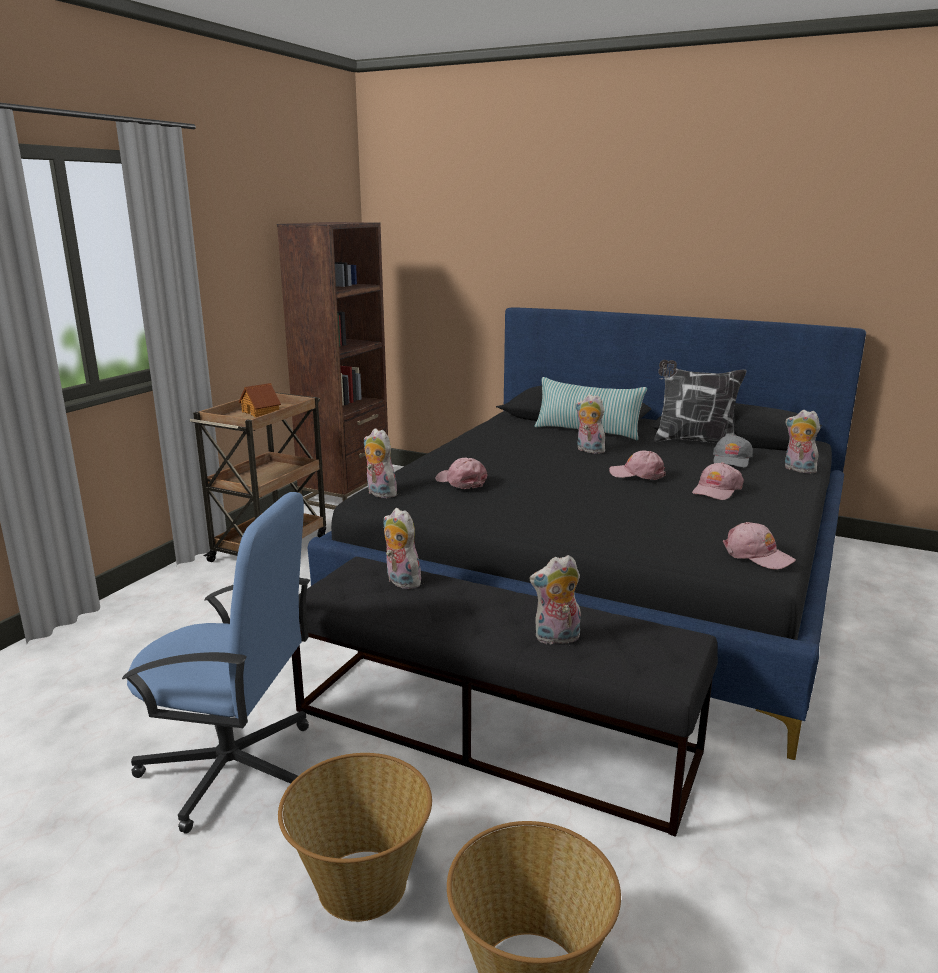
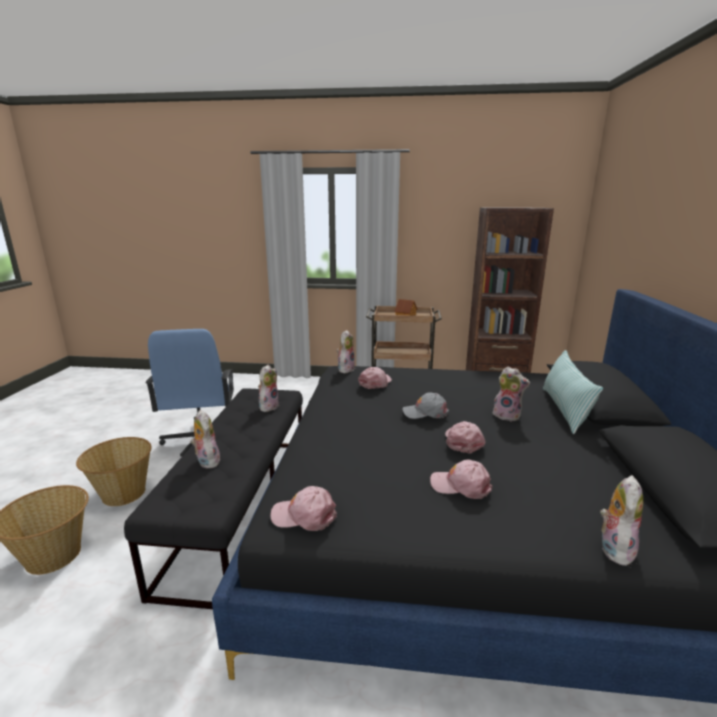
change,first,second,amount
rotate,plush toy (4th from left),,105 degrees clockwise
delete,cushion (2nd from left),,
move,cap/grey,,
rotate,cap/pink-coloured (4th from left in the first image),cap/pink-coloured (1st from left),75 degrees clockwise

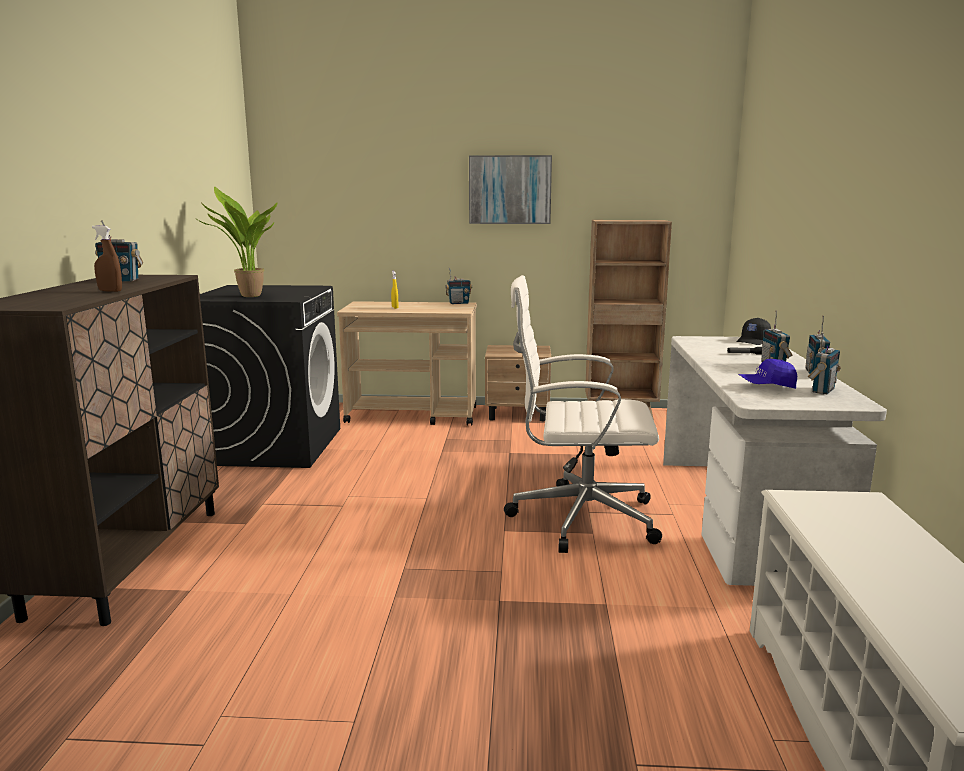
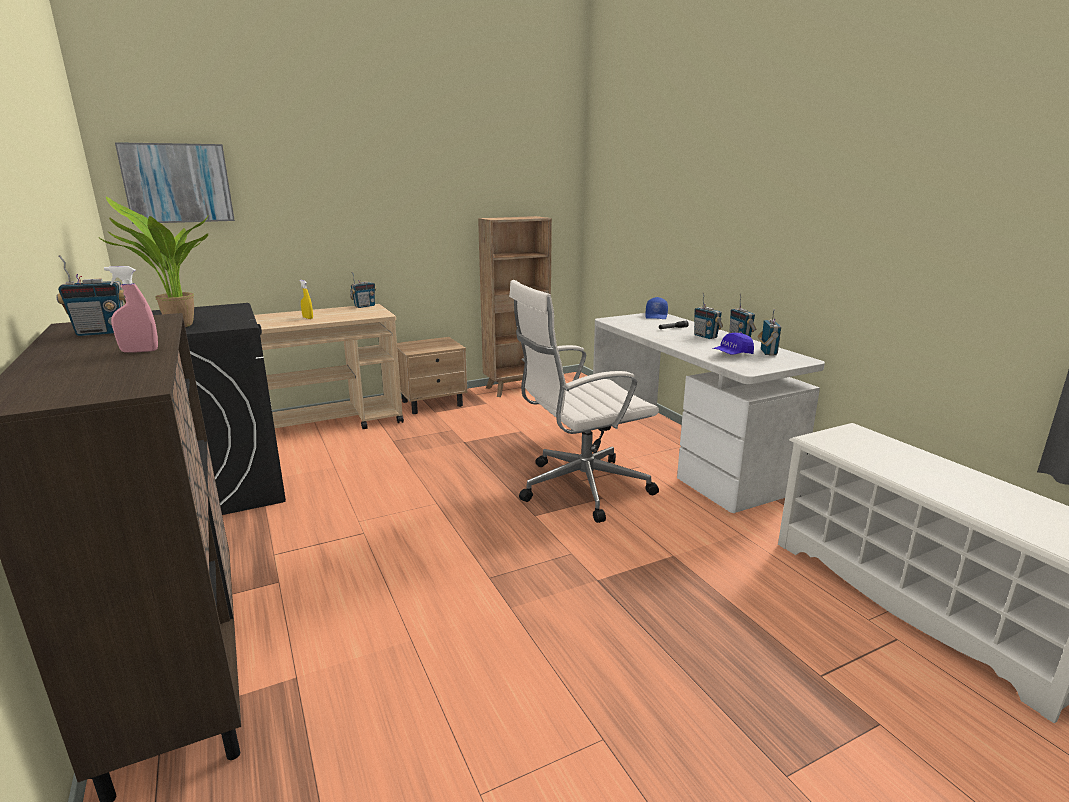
change,first,second,amount
recolor,hand sprayer/brown-coloured,hand sprayer/pink-coloured,
move,wall art,,
recolor,cap/black-coloured,cap/blue-coloured (1st from left),

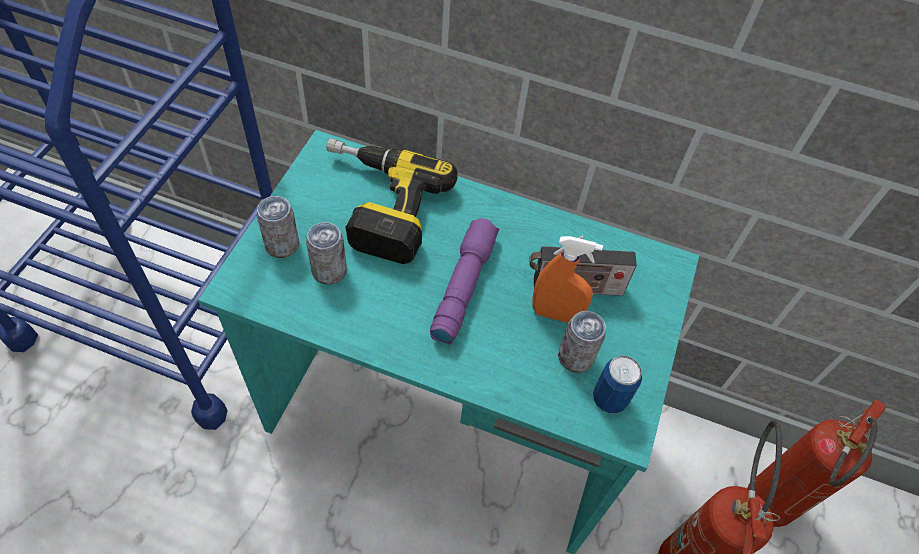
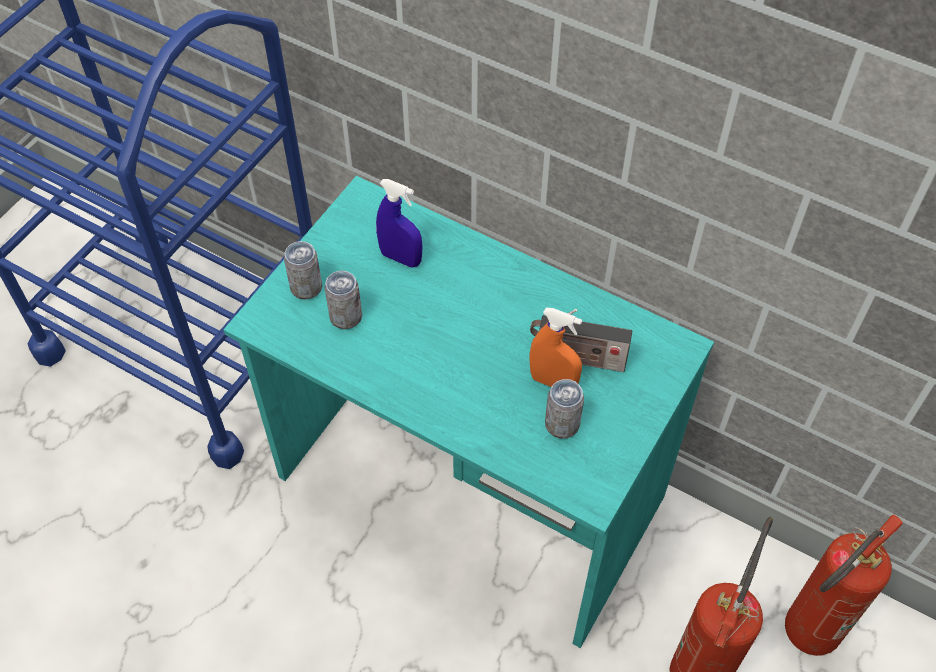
change,first,second,amount
replace,electric drill,hand sprayer/blue-coloured,
delete,flashlight/purple-coloured,,
delete,can (4th from left),,

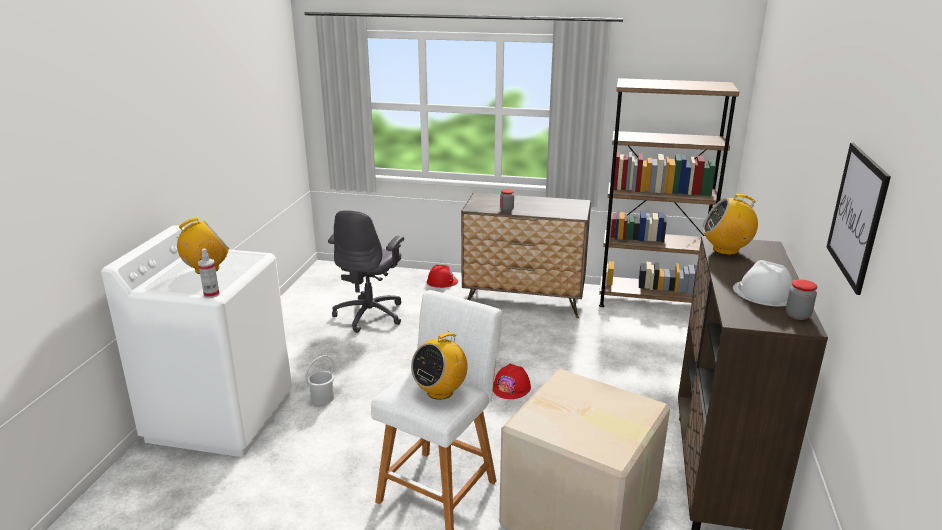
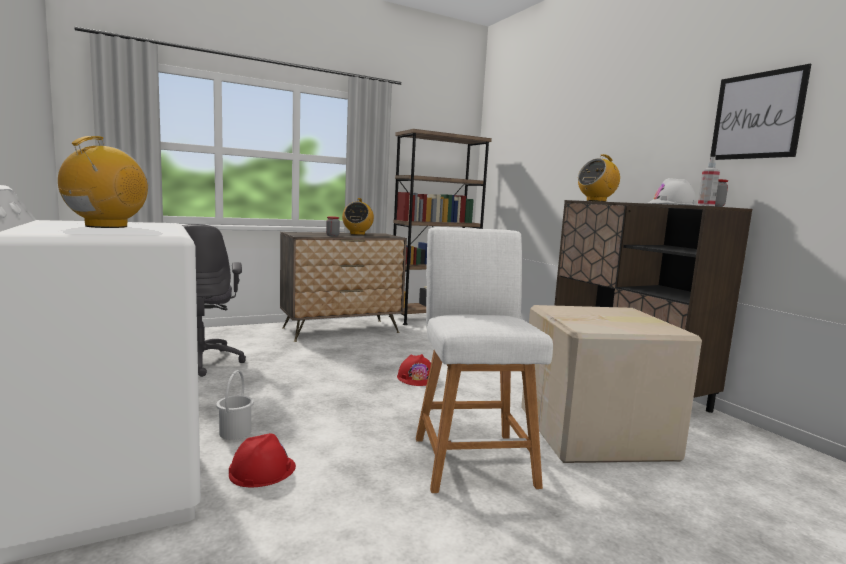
change,first,second,amount
move,hand sprayer,,
move,radio (2nd from left),,
move,safety helmet/red-coloured (1st from left),,

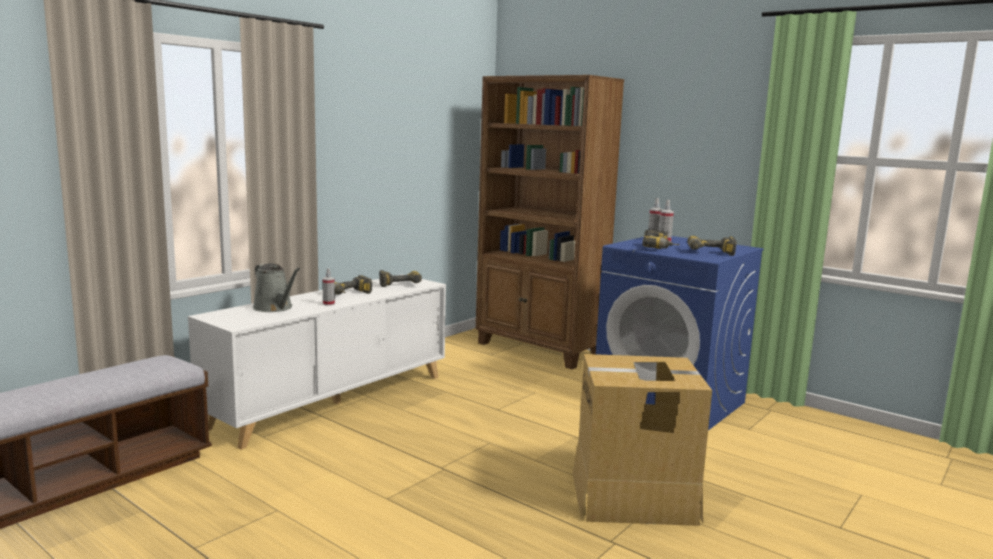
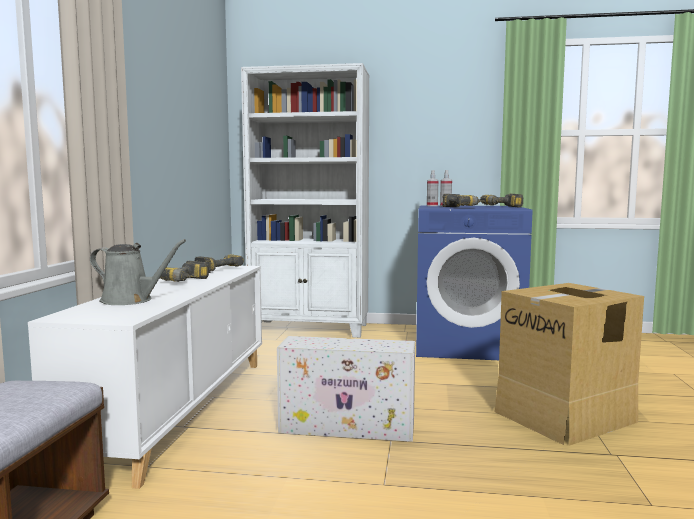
change,first,second,amount
delete,hand sprayer (1st from left),,
recolor,bookcase/brown-coloured,bookcase/whitish,
insert,,storage bin/whitish,

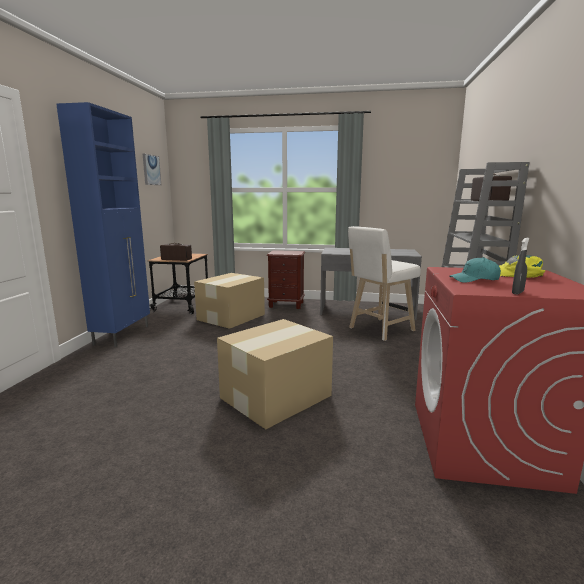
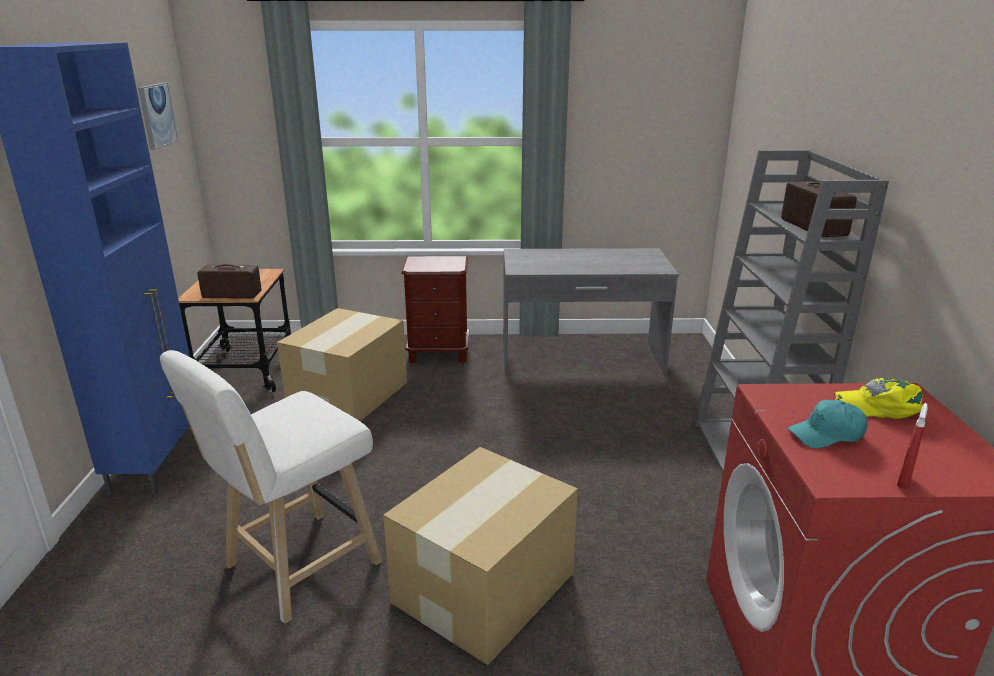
change,first,second,amount
move,stool seat/whitish,,
recolor,hand sprayer/grey,hand sprayer/red-coloured,

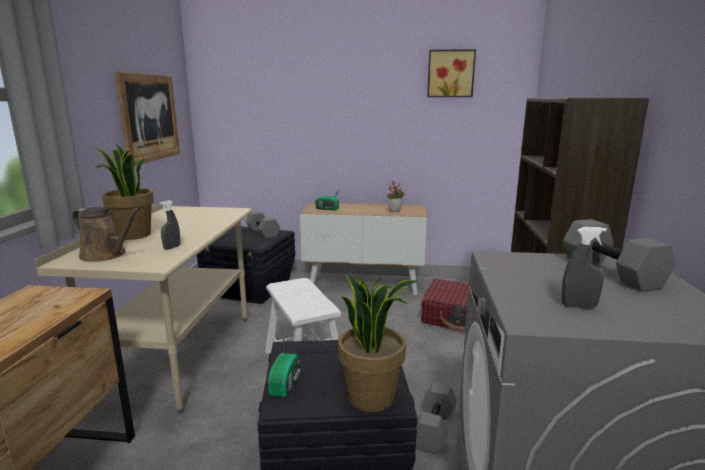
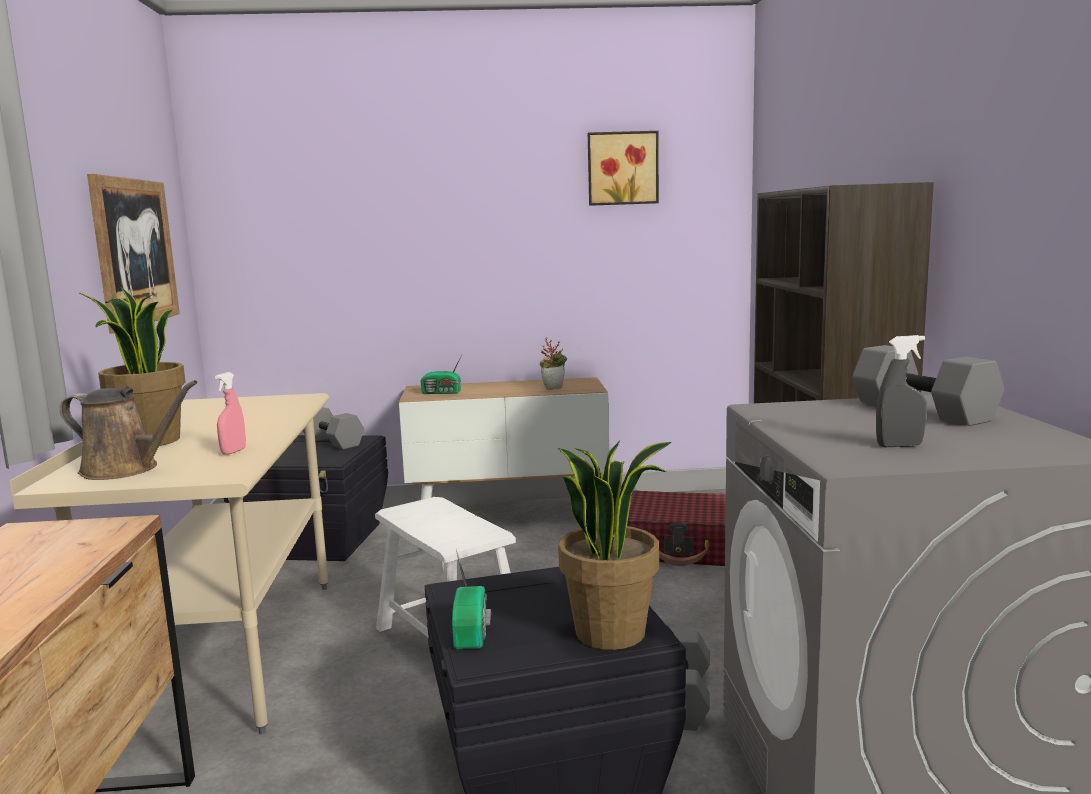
change,first,second,amount
recolor,hand sprayer/grey (1st from left),hand sprayer/pink-coloured,

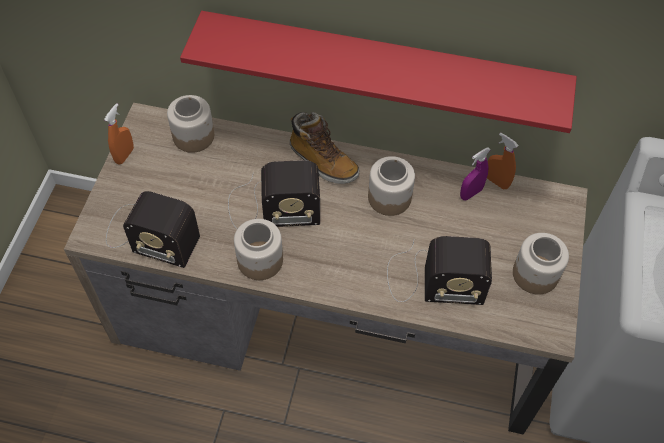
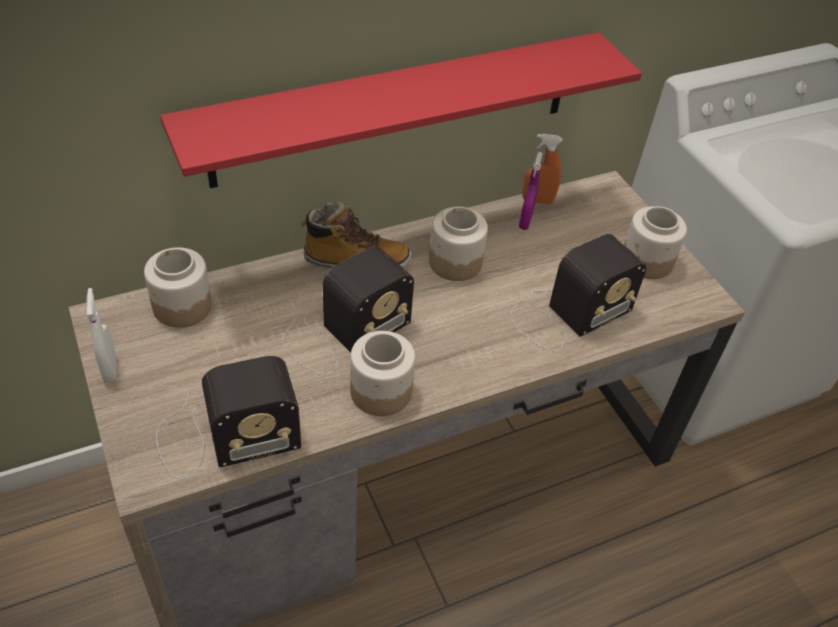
change,first,second,amount
recolor,hand sprayer/orange (1st from left),hand sprayer/whitish,

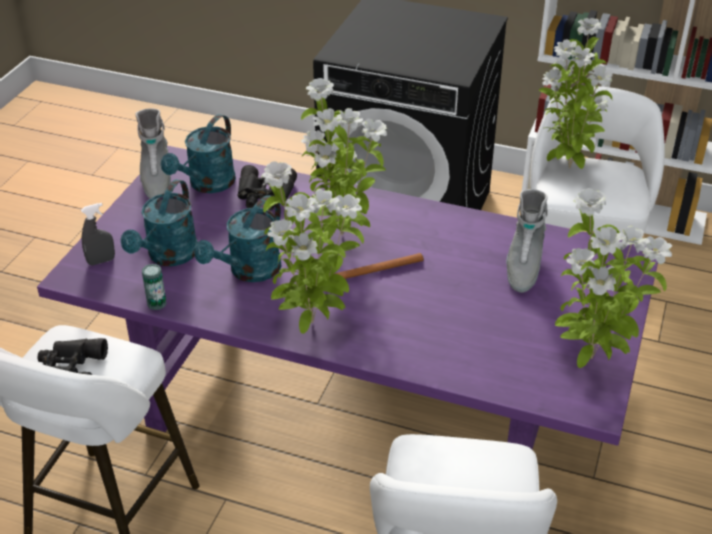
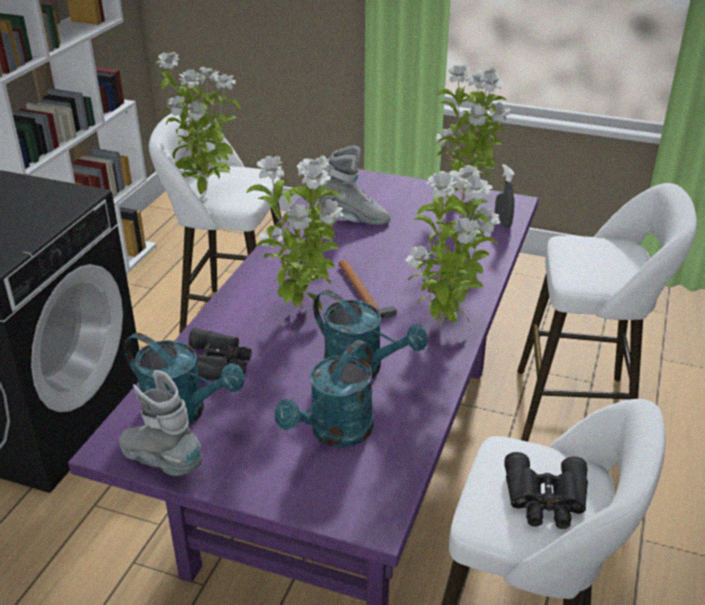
change,first,second,amount
move,hand sprayer/grey,,
rotate,watering can/turquoise-coloured (1st from left in the first image),watering can/turquoise-coloured (2nd from left),105 degrees clockwise
rotate,high-top boot/grey (1st from left),,135 degrees counterclockwise
delete,can,,

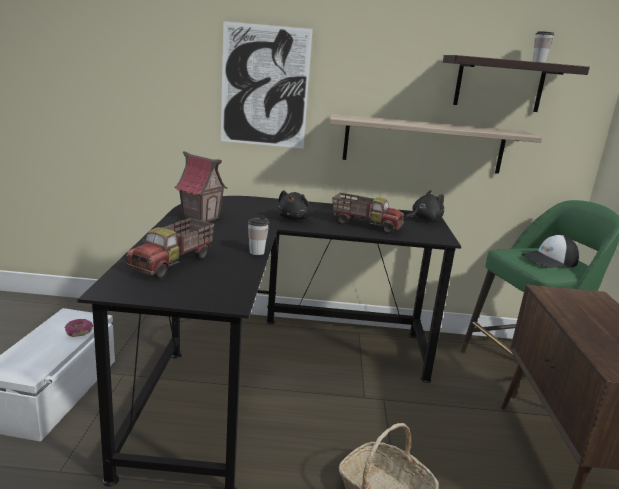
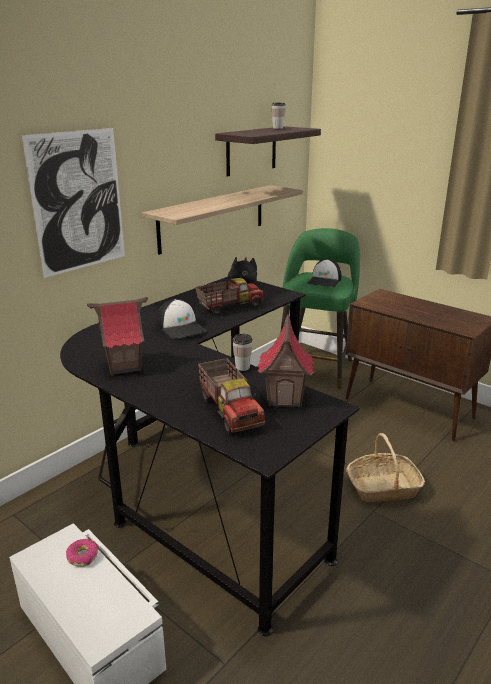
change,first,second,amount
replace,plush toy/black-coloured (1st from left),cap (1st from left),
insert,,miniature house (2nd from left),

